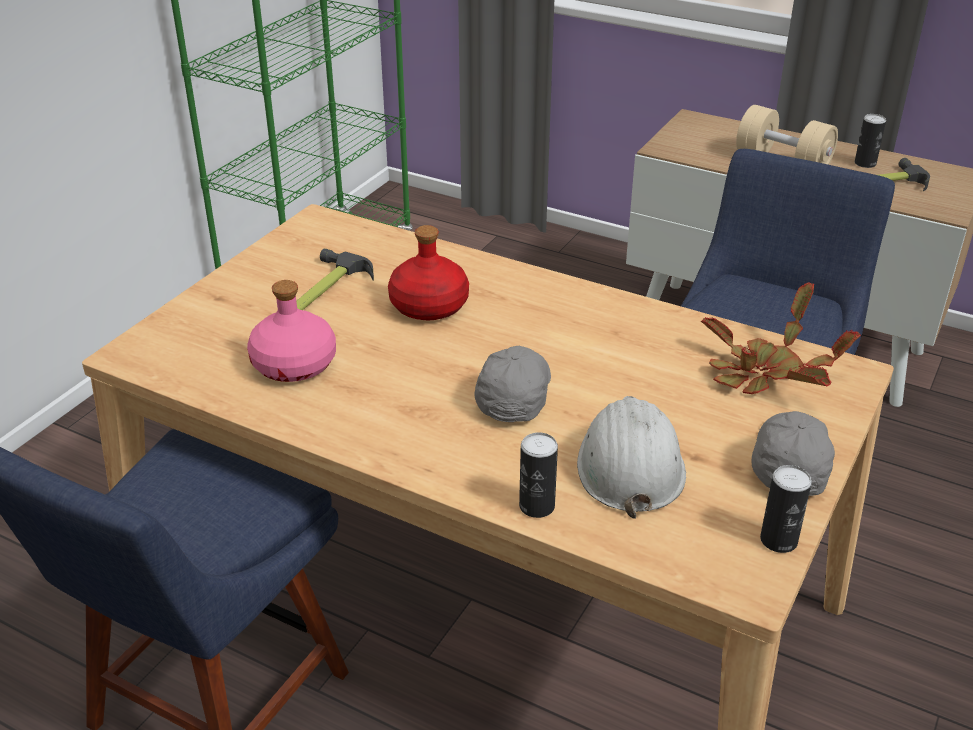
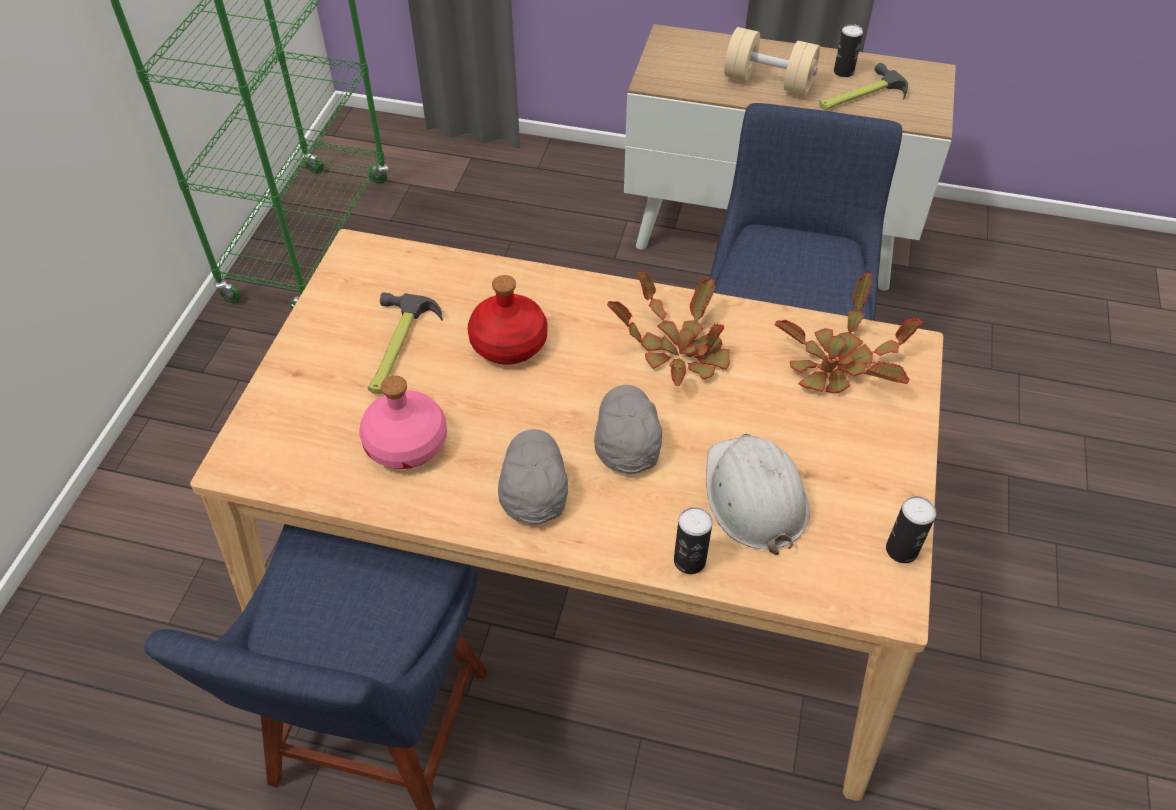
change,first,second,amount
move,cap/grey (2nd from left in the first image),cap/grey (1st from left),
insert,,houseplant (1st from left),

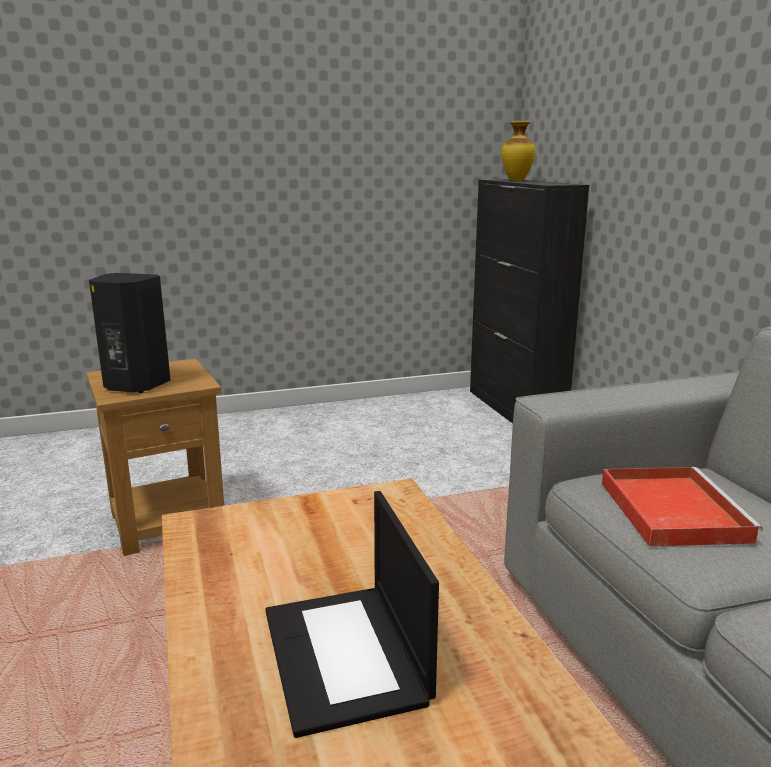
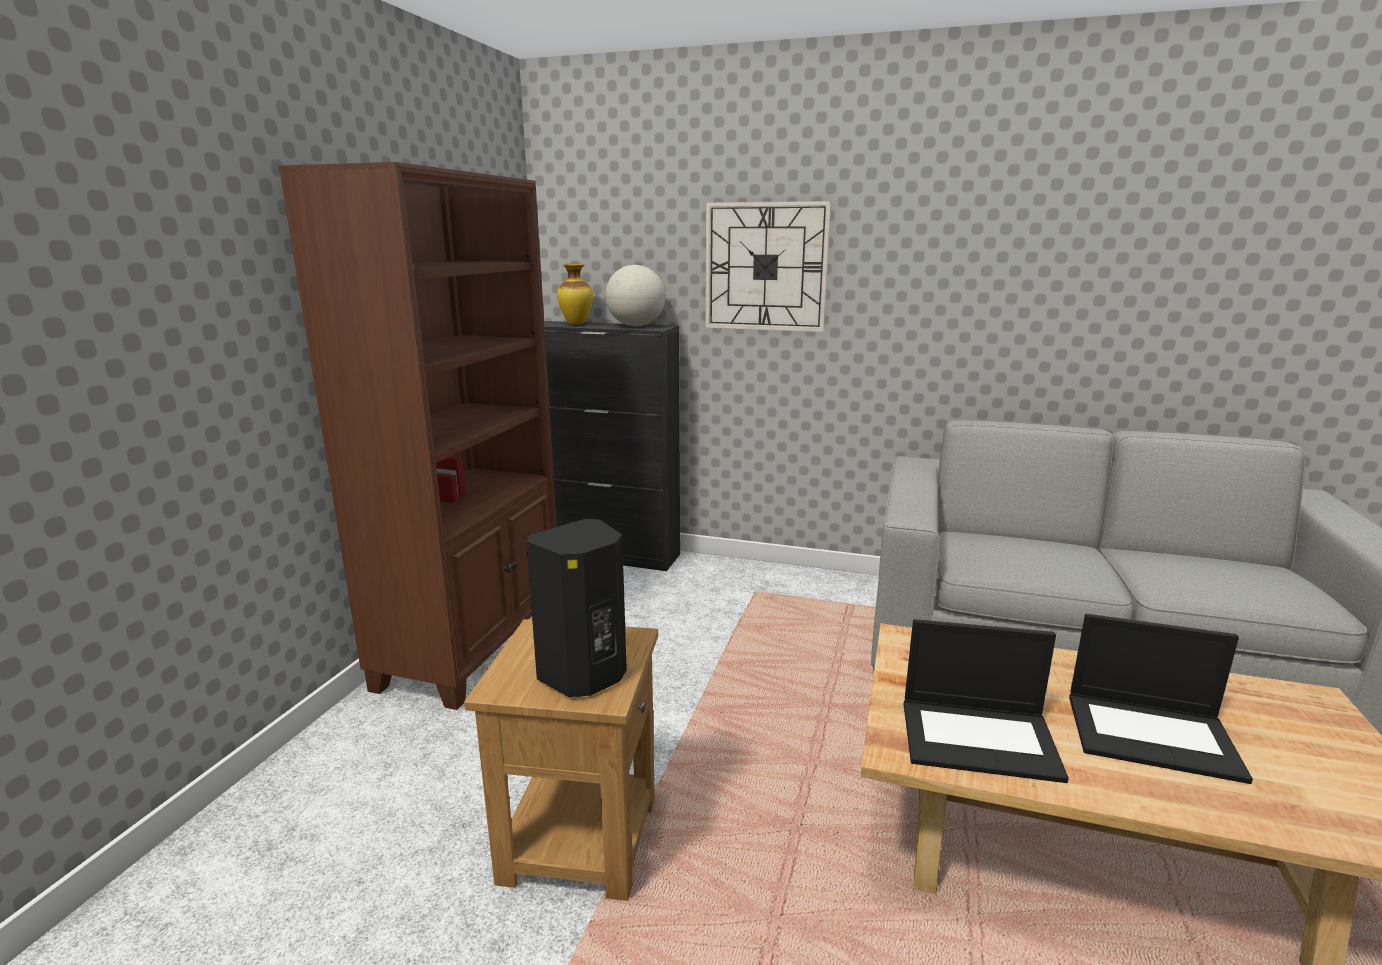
change,first,second,amount
delete,carrying tray/red-coloured,,
insert,,bookcase/brown-coloured,
insert,,desk globe,
insert,,clock on the wall,
insert,,portable computer (1st from left),

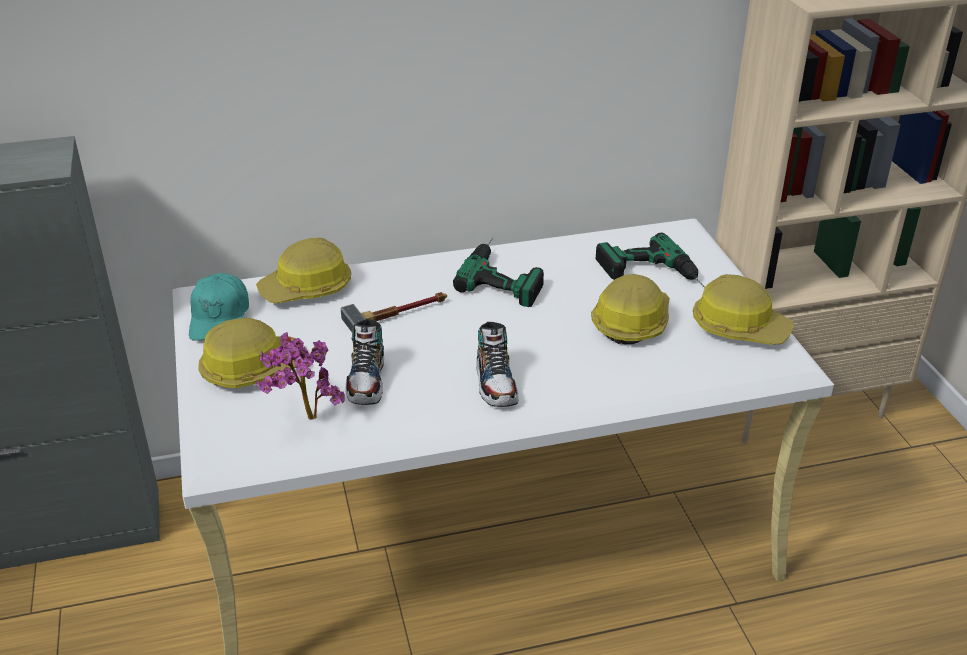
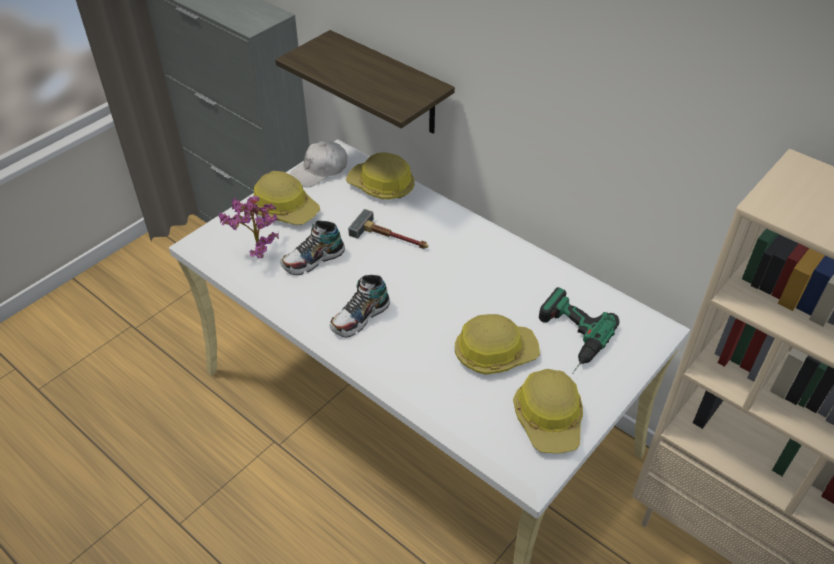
change,first,second,amount
recolor,cap/turquoise-coloured,cap/whitish,
delete,electric drill (1st from left),,
insert,,shelf,

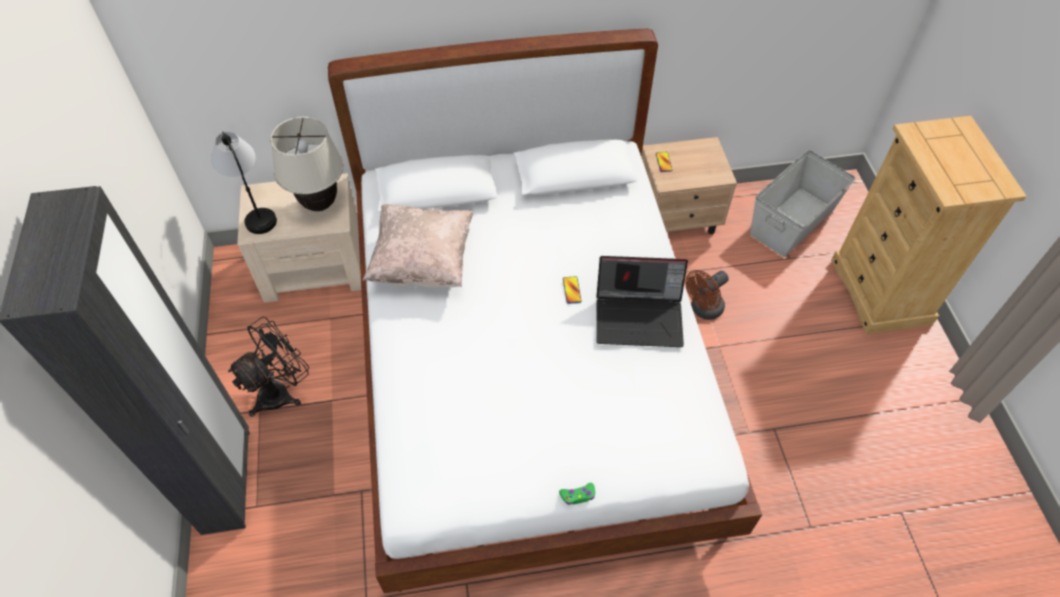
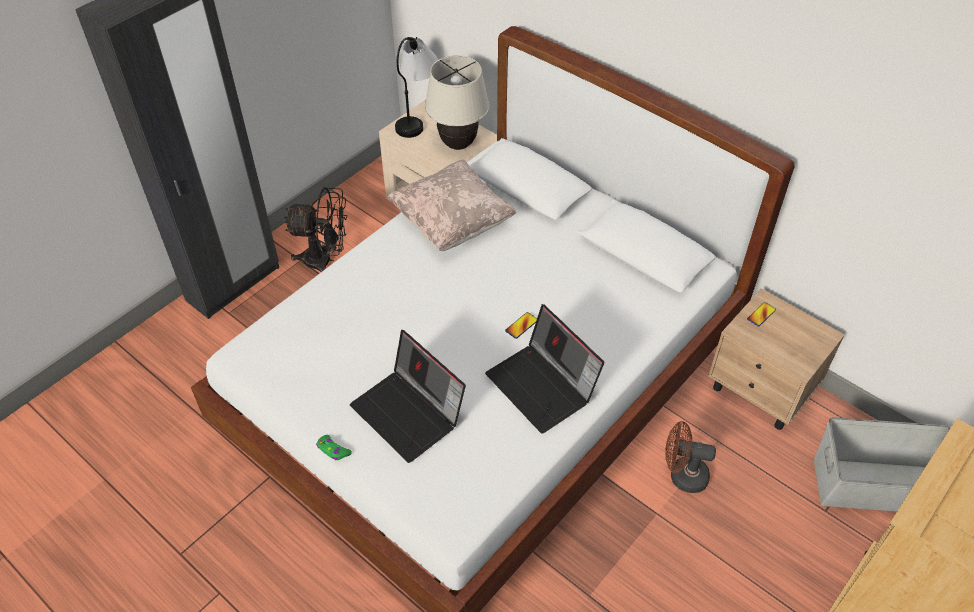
change,first,second,amount
insert,,portable computer (1st from left),

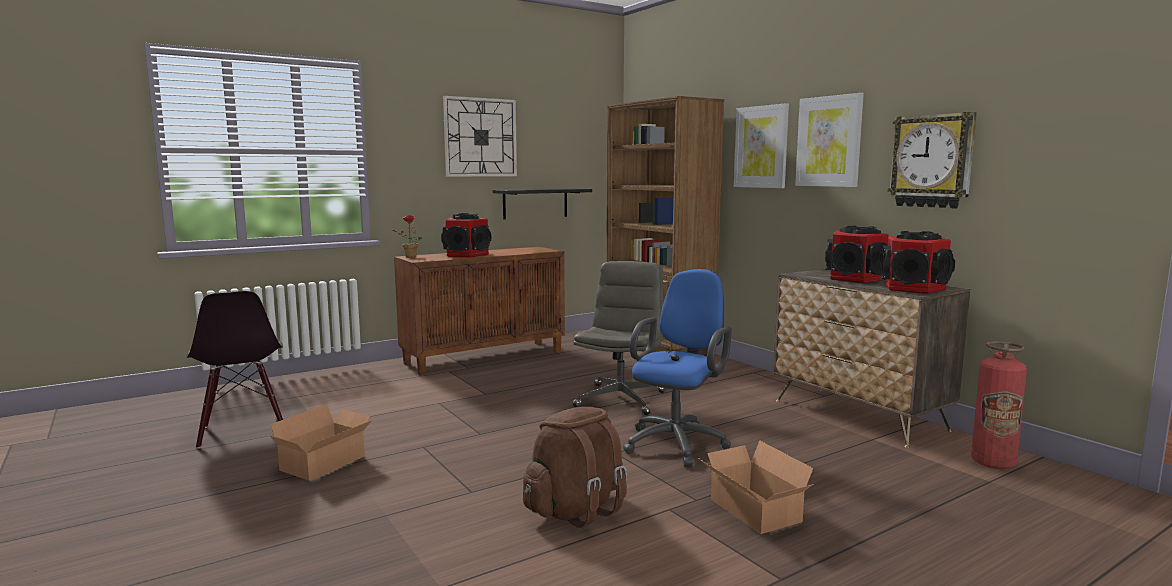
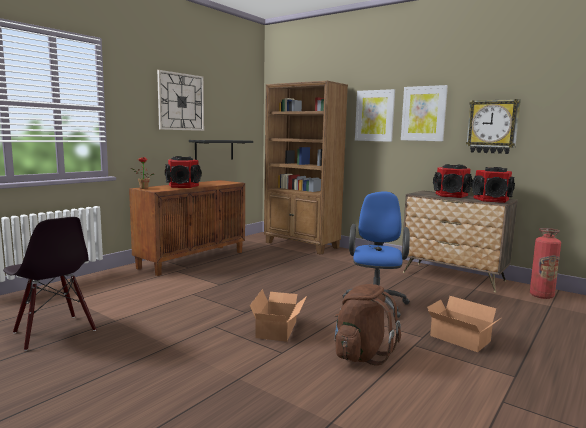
change,first,second,amount
move,packing box (1st from left),,
delete,computer chair/grey,,

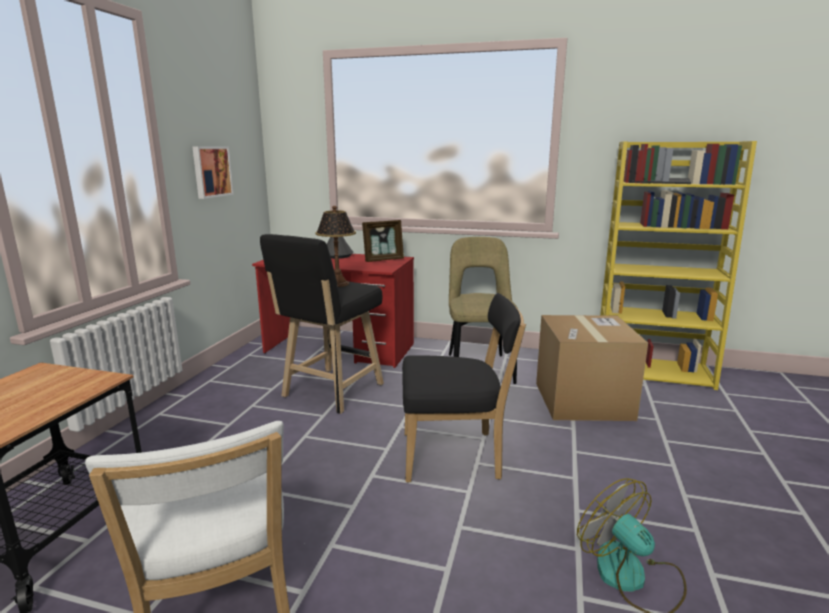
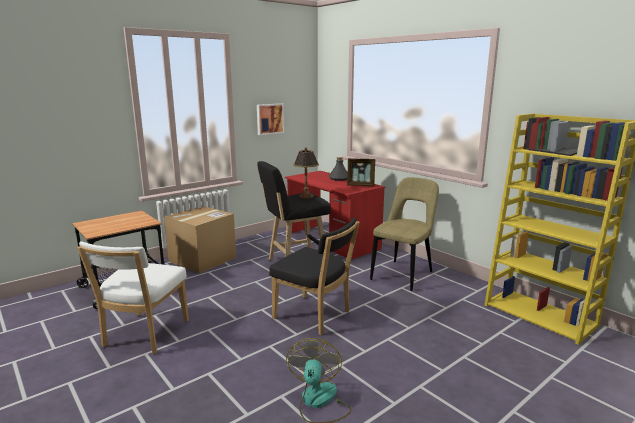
change,first,second,amount
move,packing box,,

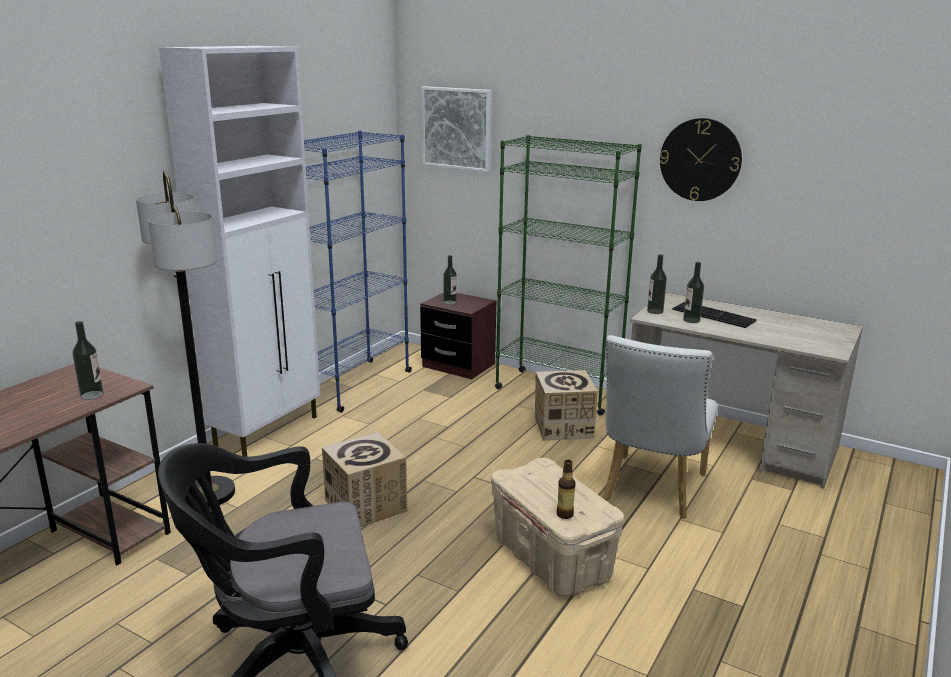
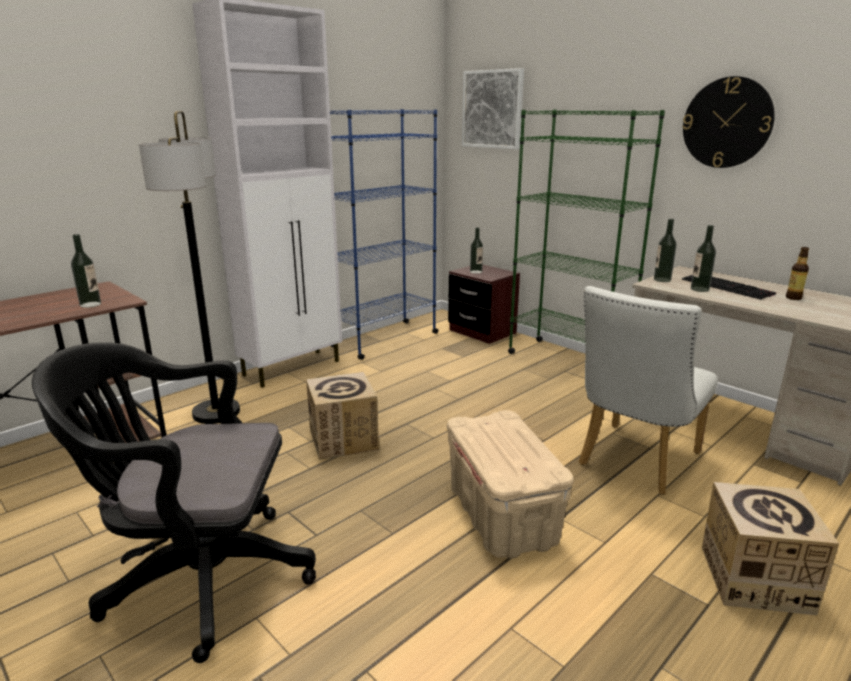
change,first,second,amount
move,packing box (2nd from left),,
move,beverage bottle (3rd from left in the first image),beverage bottle (5th from left),

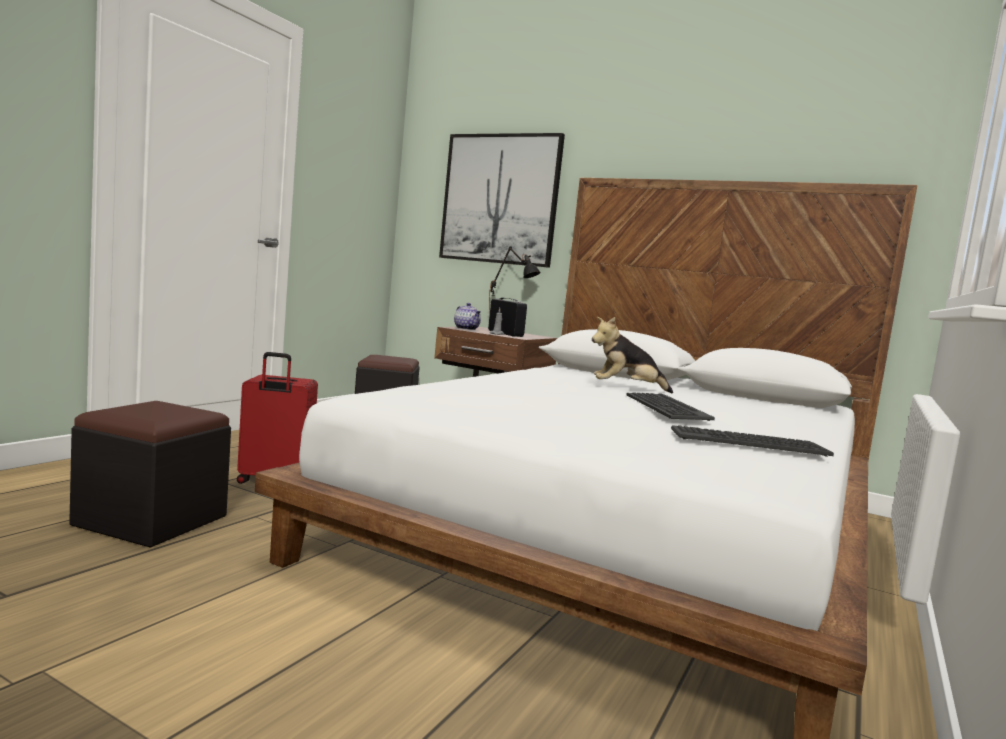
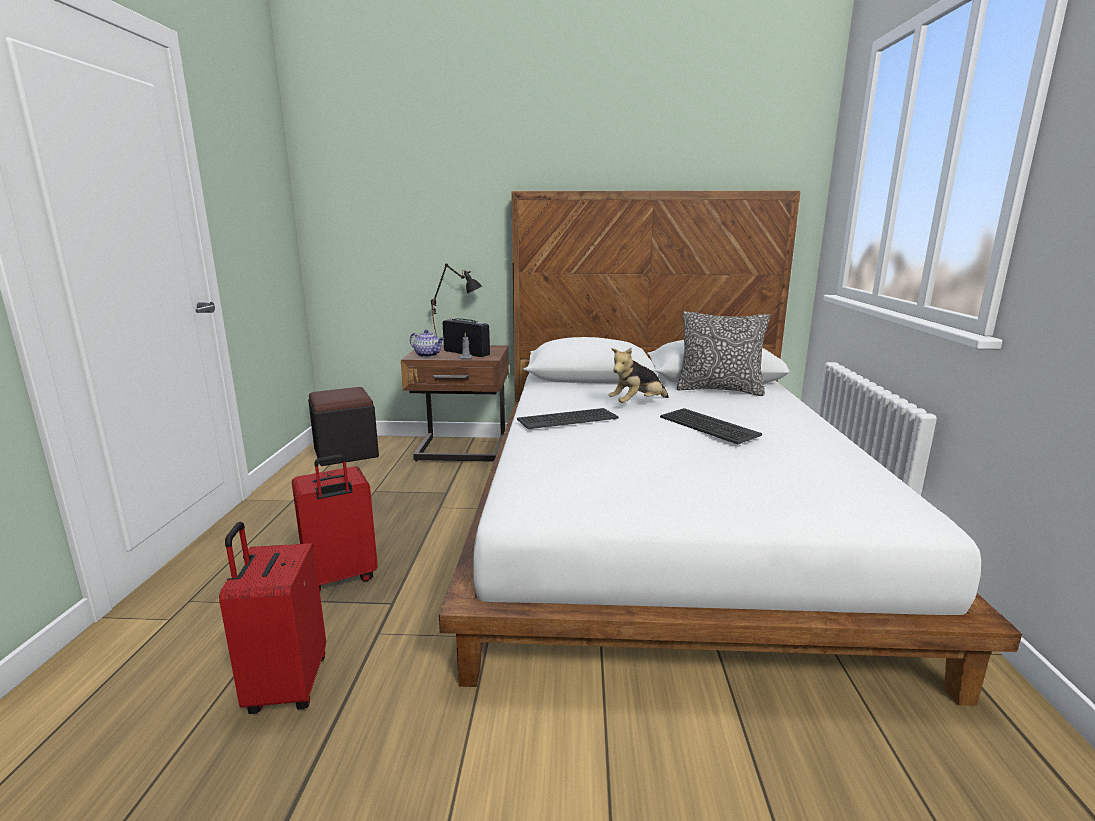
change,first,second,amount
replace,ottoman/black-coloured (1st from left),piece of luggage/red-coloured (1st from left),
delete,wall art,,
move,keyboard (2nd from left in the first image),keyboard (1st from left),
insert,,cushion,

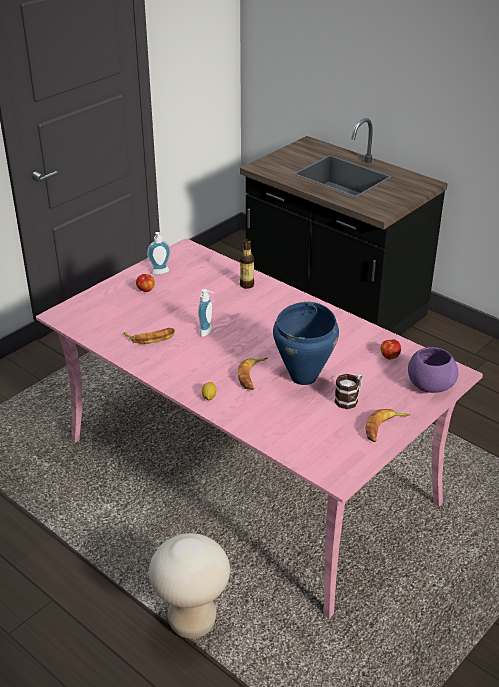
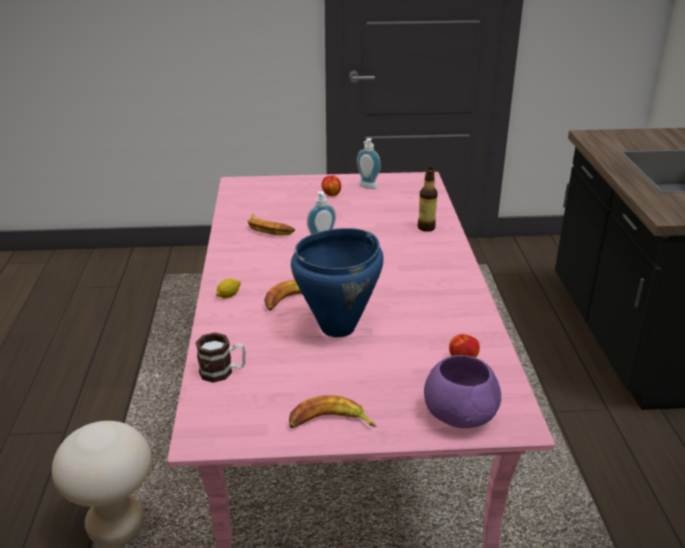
change,first,second,amount
move,tea mug,,

